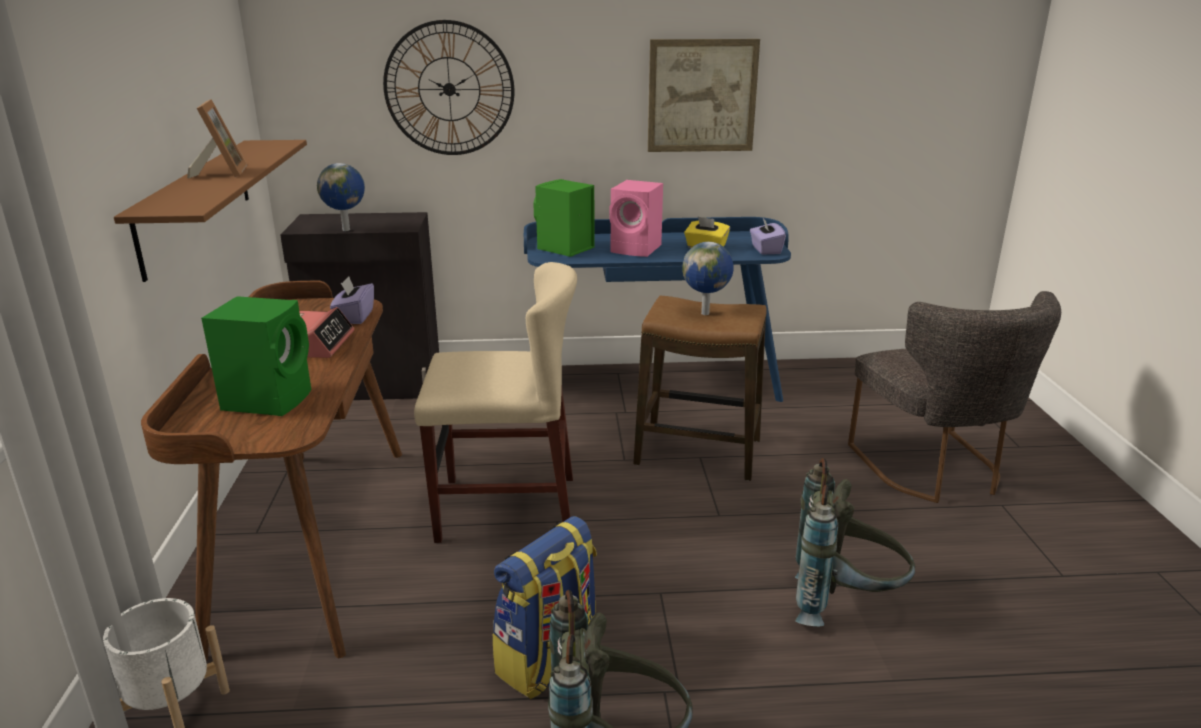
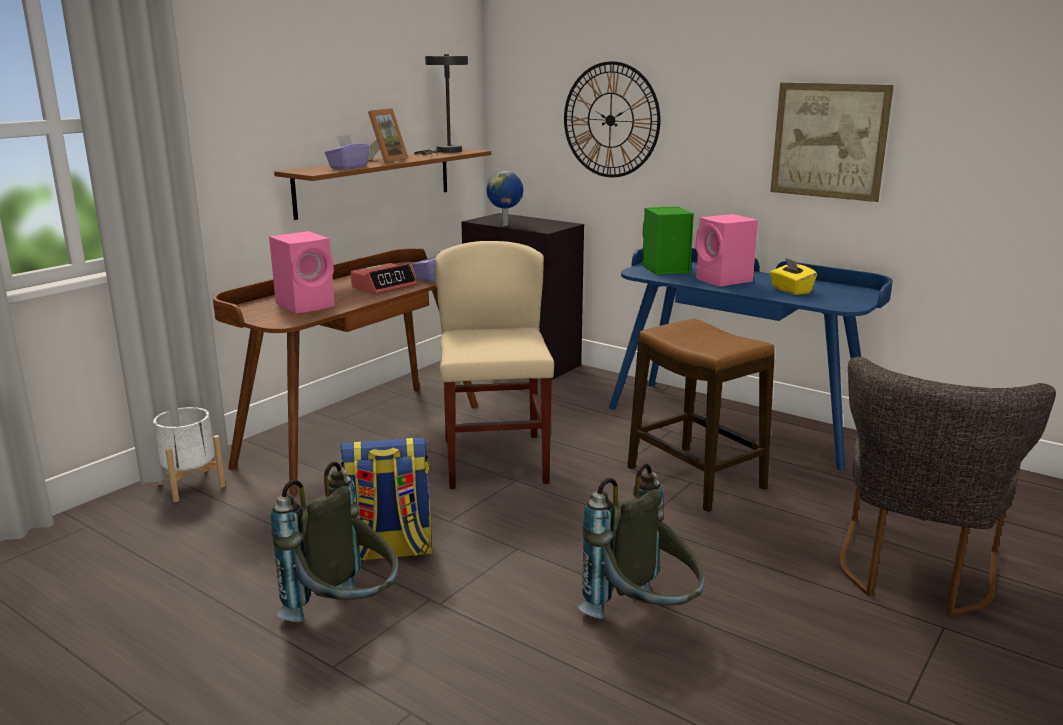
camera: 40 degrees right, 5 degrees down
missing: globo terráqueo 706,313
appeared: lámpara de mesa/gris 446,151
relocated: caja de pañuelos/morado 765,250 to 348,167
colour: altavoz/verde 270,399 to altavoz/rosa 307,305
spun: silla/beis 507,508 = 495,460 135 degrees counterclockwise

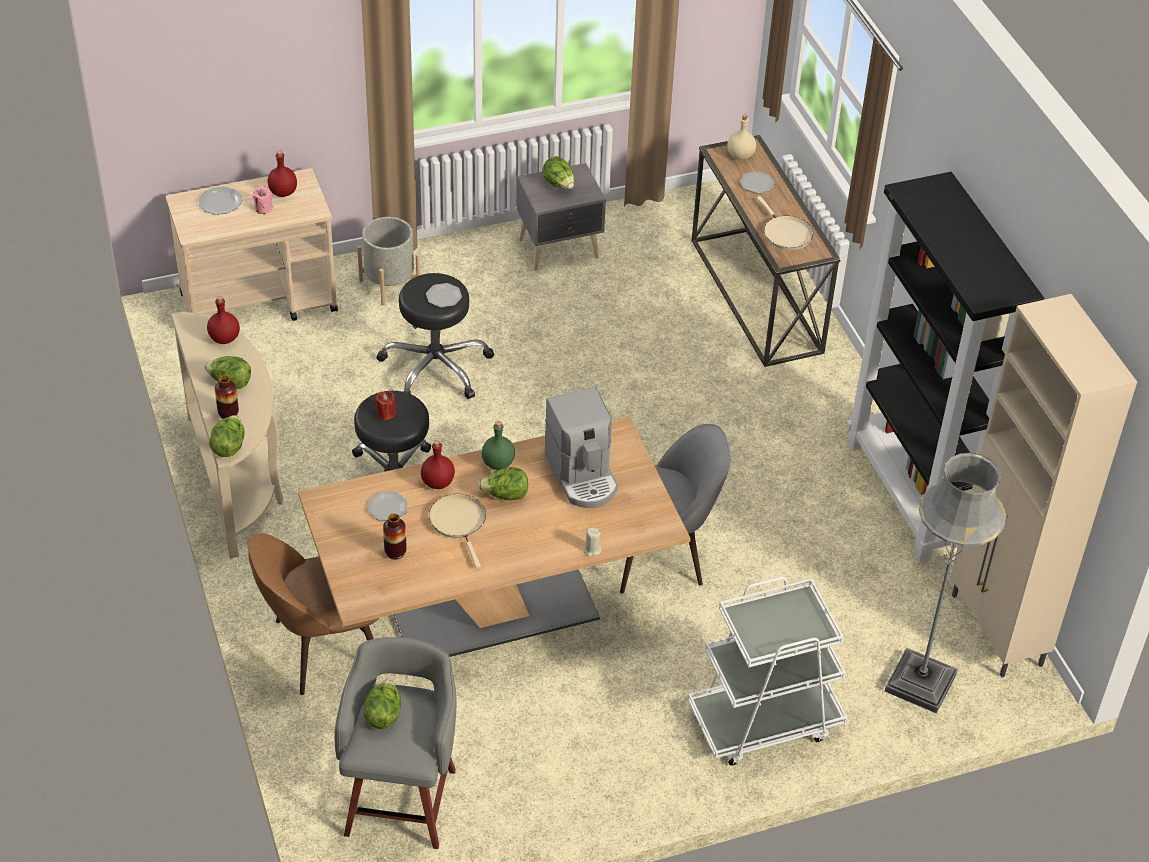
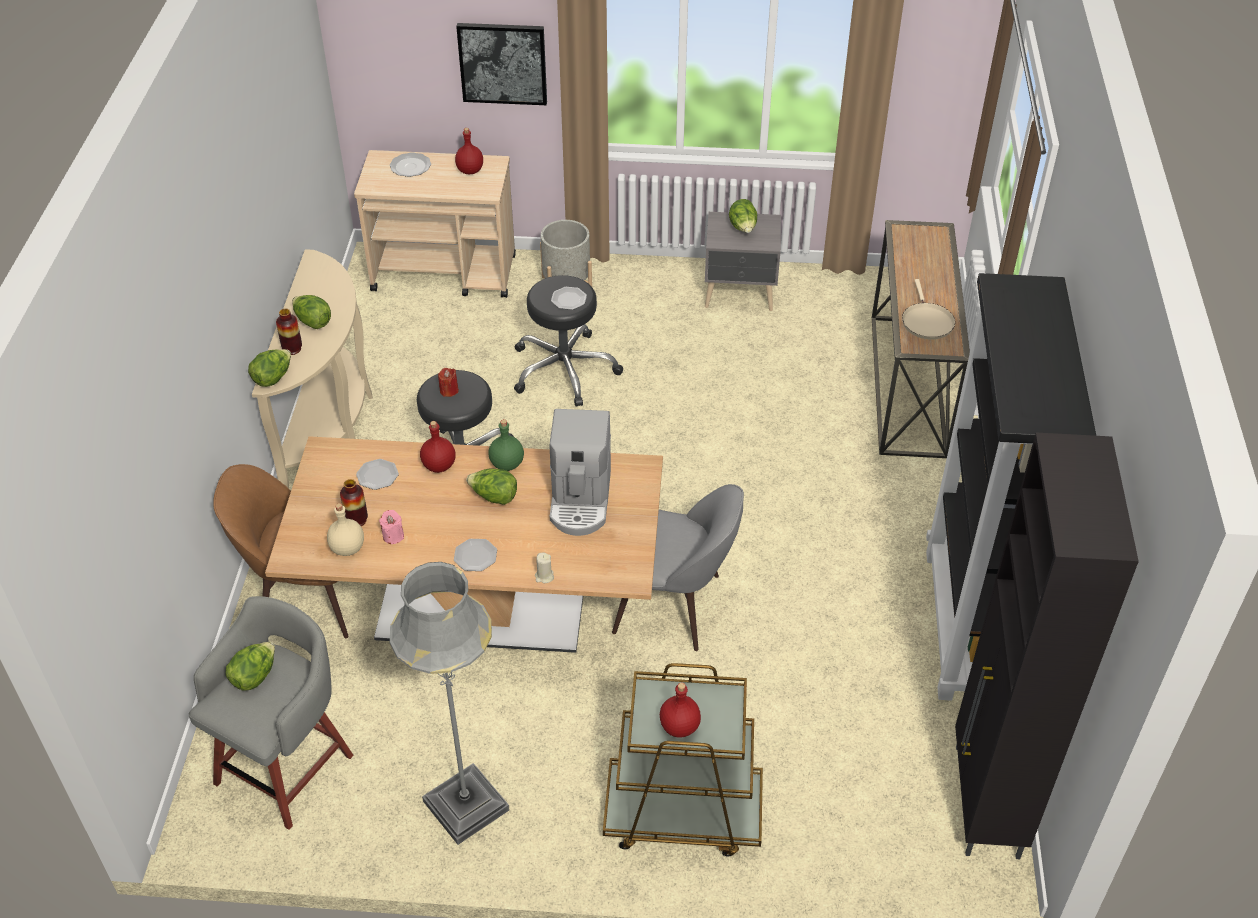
camera: 25 degrees right, 0 degrees up
missing: sartén/beis 459,522
appeared: cuadro 503,63
relocated: botella/rojo 224,339 to 679,727; vela/rosa 263,208 to 393,536; botella/beis 740,155 to 347,548; plato 757,184 to 475,556; lámpara de pie/gris 920,682 to 466,805
colour: carrito/blanco 764,721 to carrito/marrón 682,813; armario/beis 996,631 to armario/negro 985,803

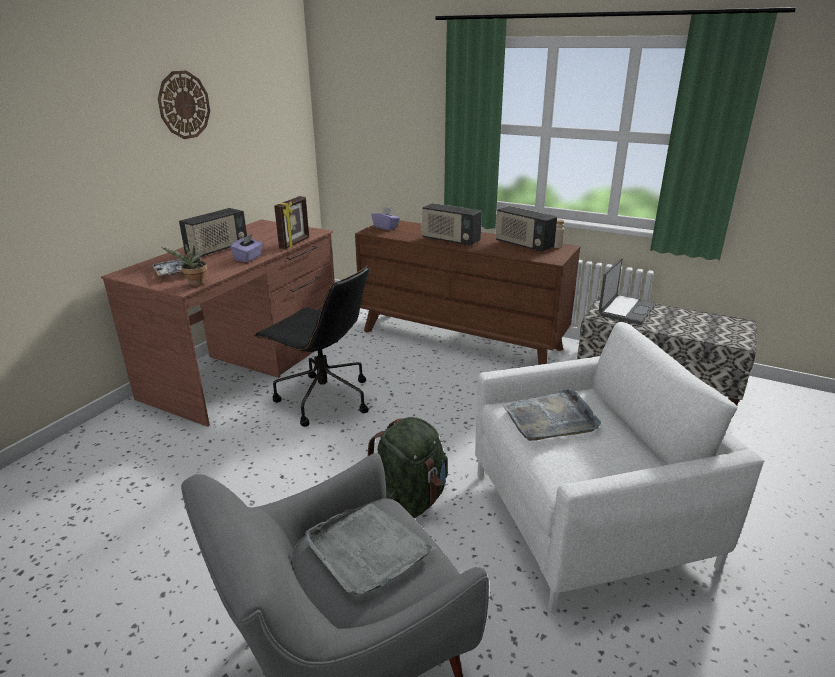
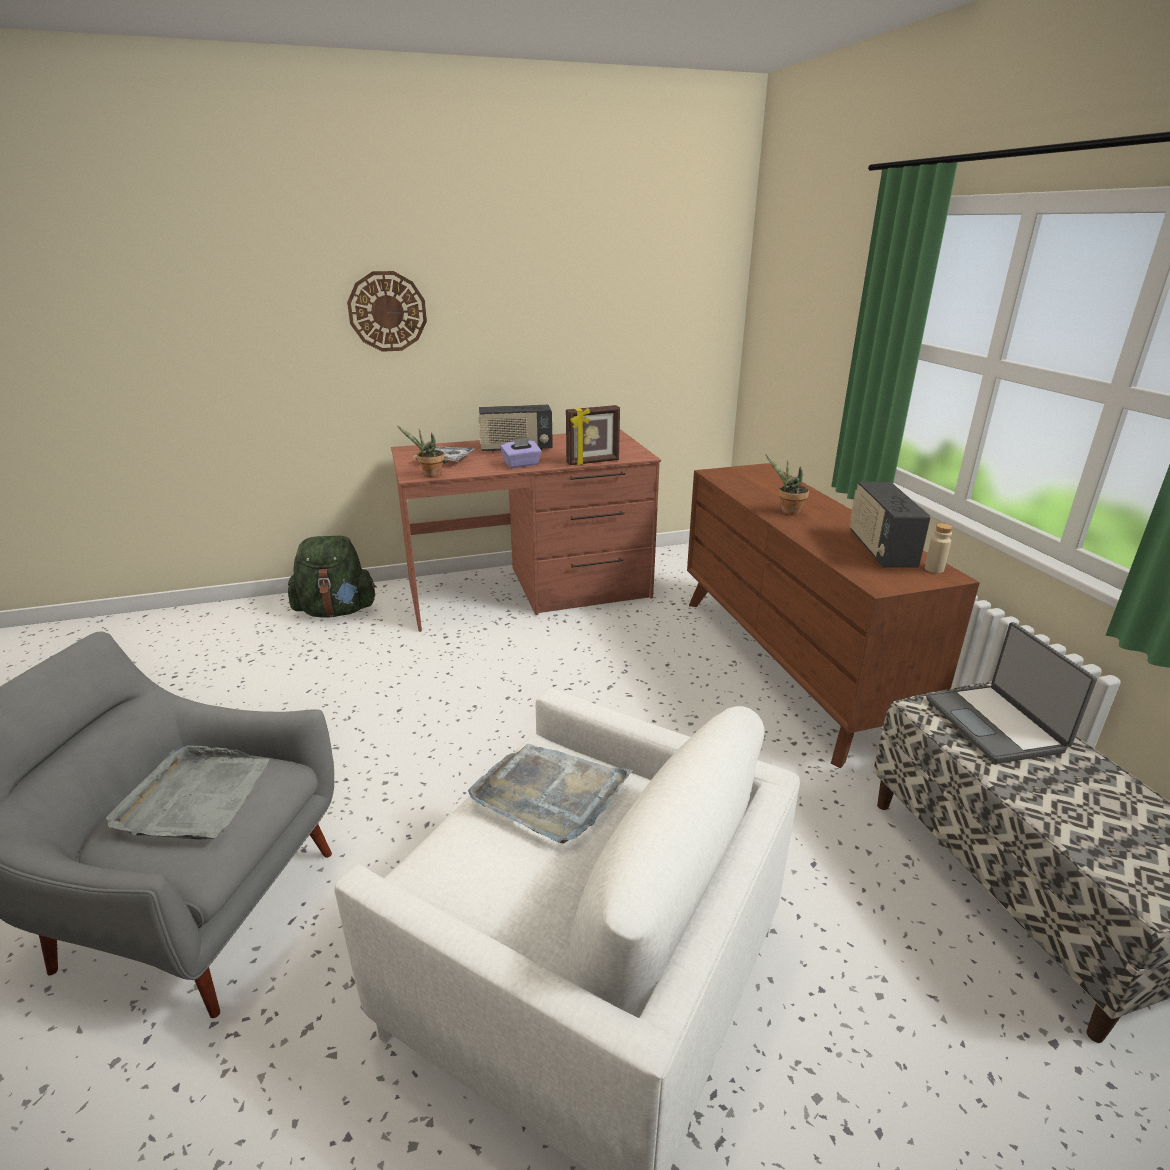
camera: 45 degrees right, 0 degrees up
missing: silla de oficina/negro 323,399; caja de pañuelos/morado 386,227
relocated: reloj de pared 184,105 to 387,311; mochila/verde 409,502 to 336,611
exchanged: radio 450,240 to planta en maceta 787,512
spun: portátil 625,310 = 995,724 90 degrees clockwise

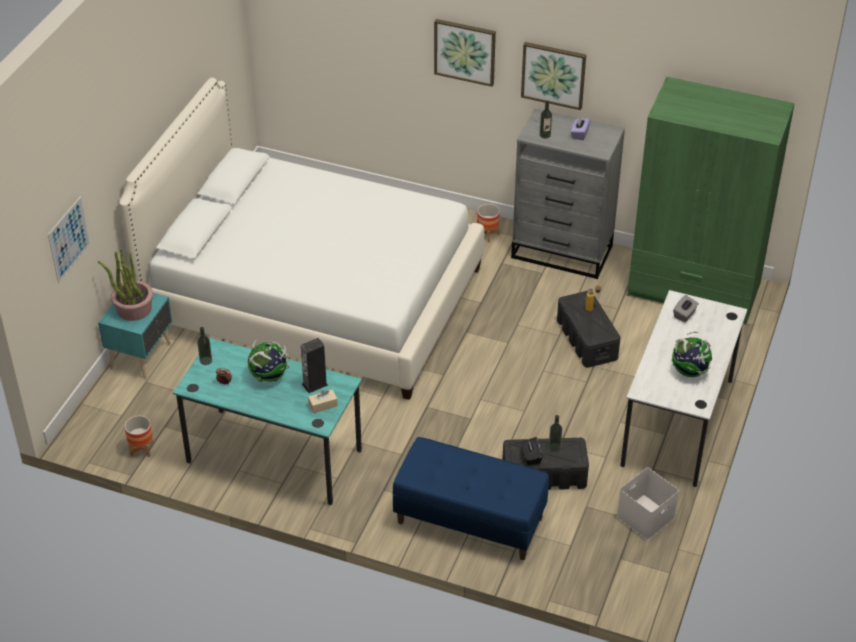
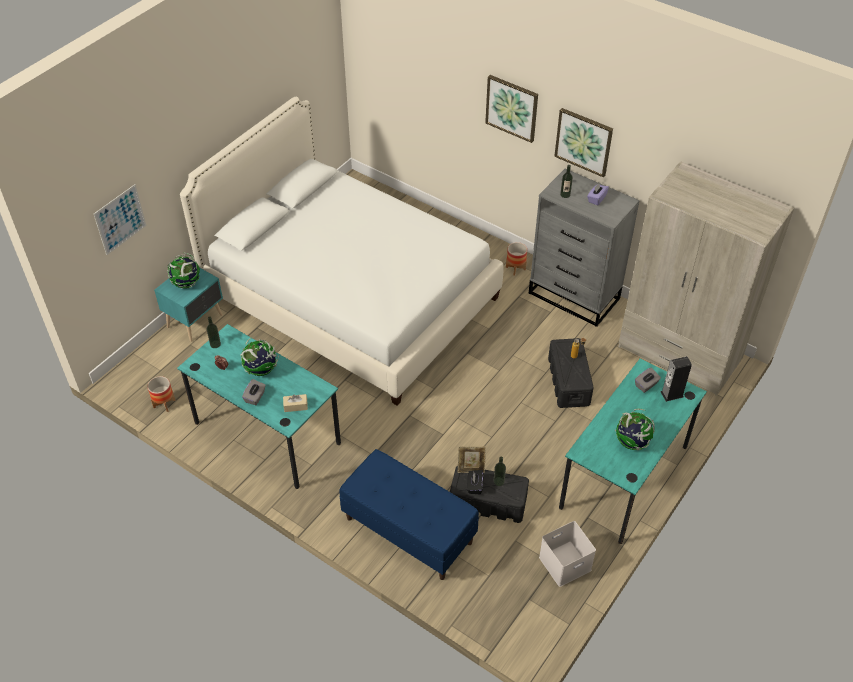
camera: 15 degrees right, 5 degrees up
appeared: caja de pañuelos/gris 255,397; portarretratos 471,468
relocated: altavoz 315,384 to 672,394
exchanged: planta en maceta 133,309 to globo terráqueo 186,283
colour: escritorio/blanco 677,422 to escritorio/turquesa 624,477; armario ropero/verde 694,290 to armario ropero/beis 679,353

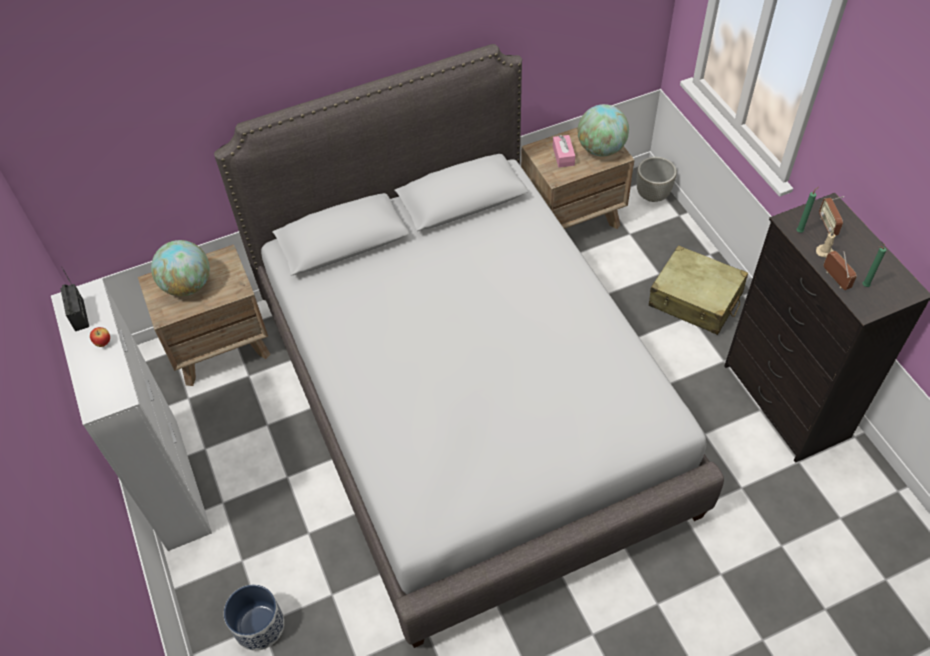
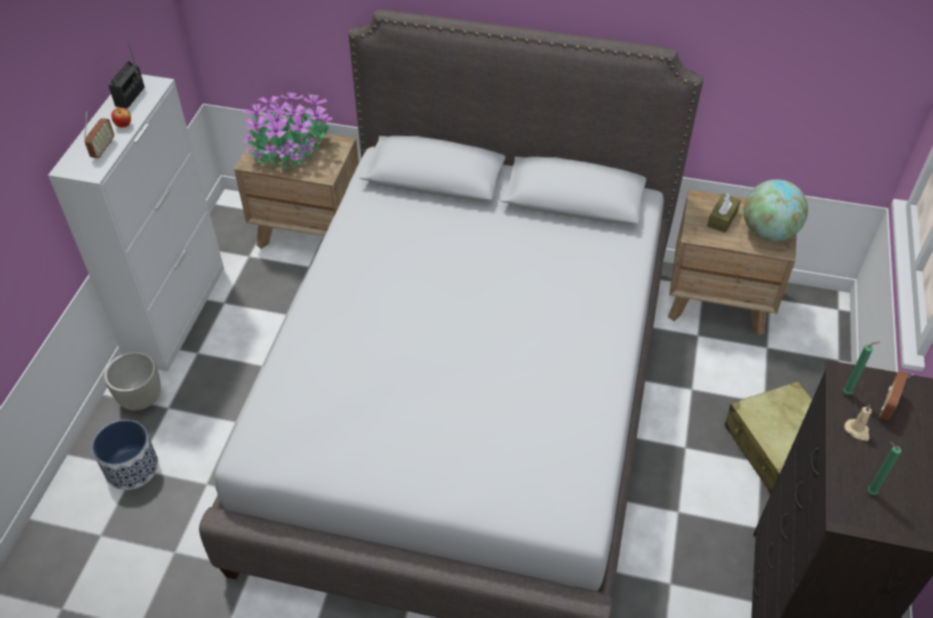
camera: 35 degrees right, 5 degrees down
relocated: maceta/gris 652,195 to 142,399; radio 835,279 to 103,149
exchanged: globo terráqueo 188,285 to planta en maceta 290,150
colour: caja de pañuelos/rosa 563,156 to caja de pañuelos/marrón 722,218

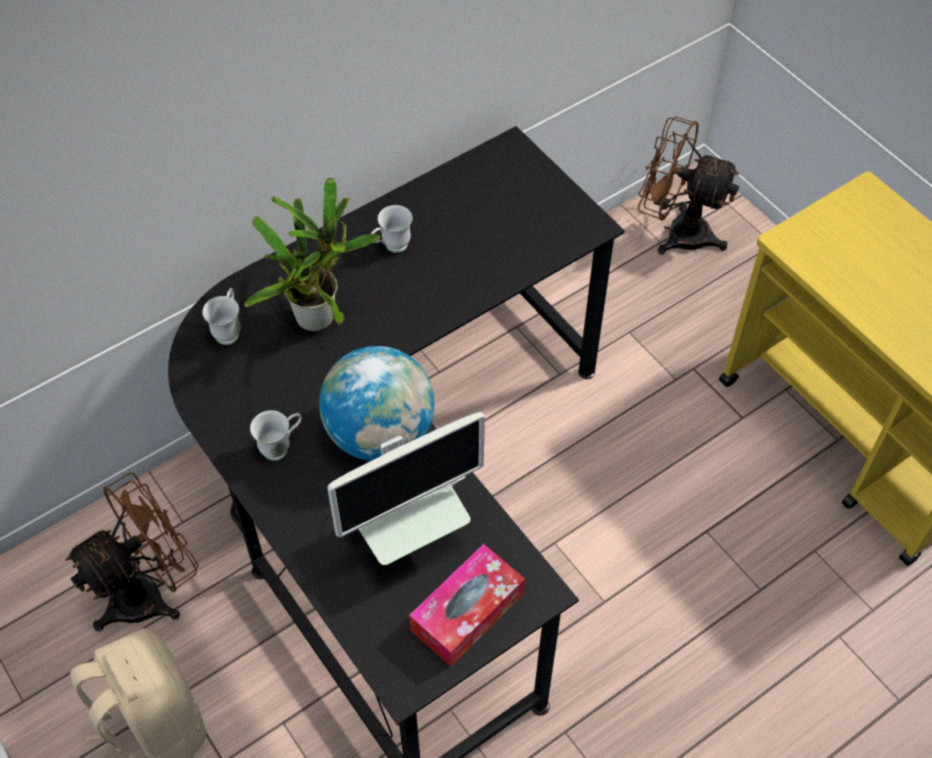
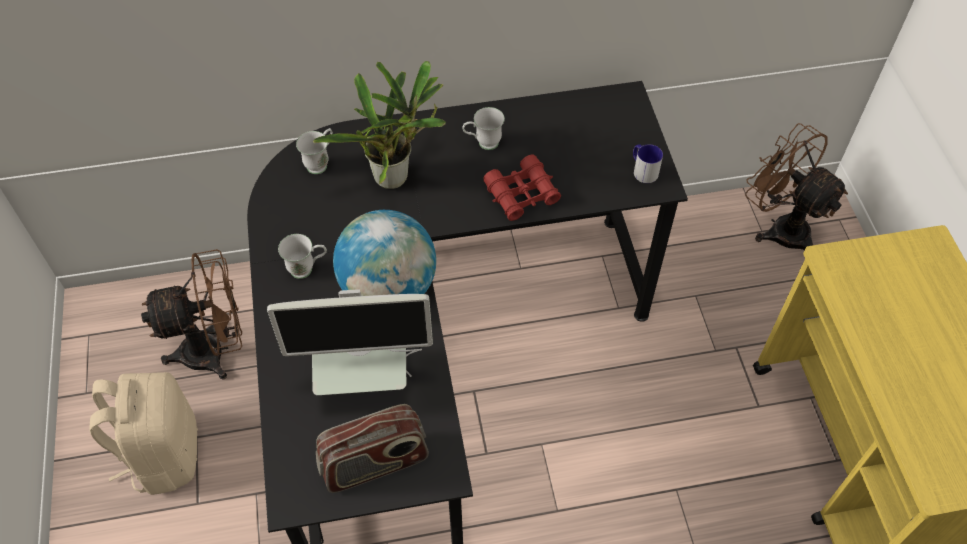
camera: 25 degrees right, 0 degrees up
appeared: prismáticos/rojo 522,194; taza grande 643,170
exchanged: caja de pañuelos 467,612 to radio 375,464

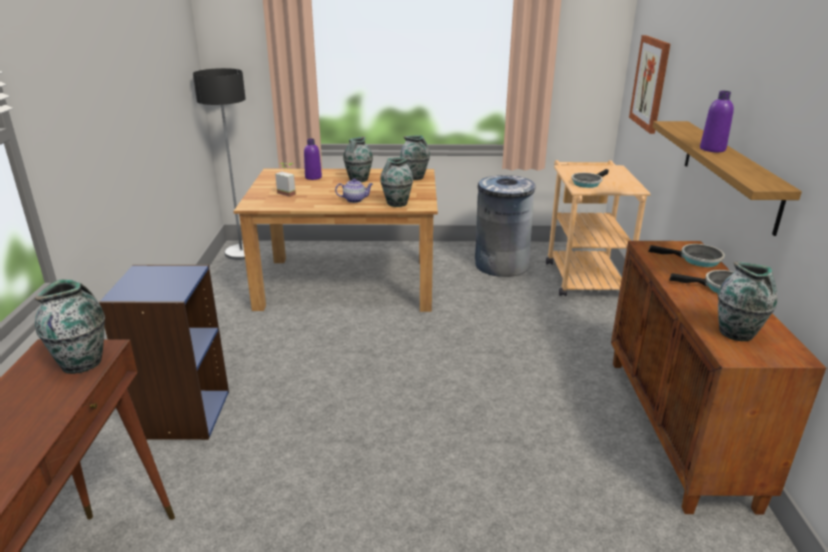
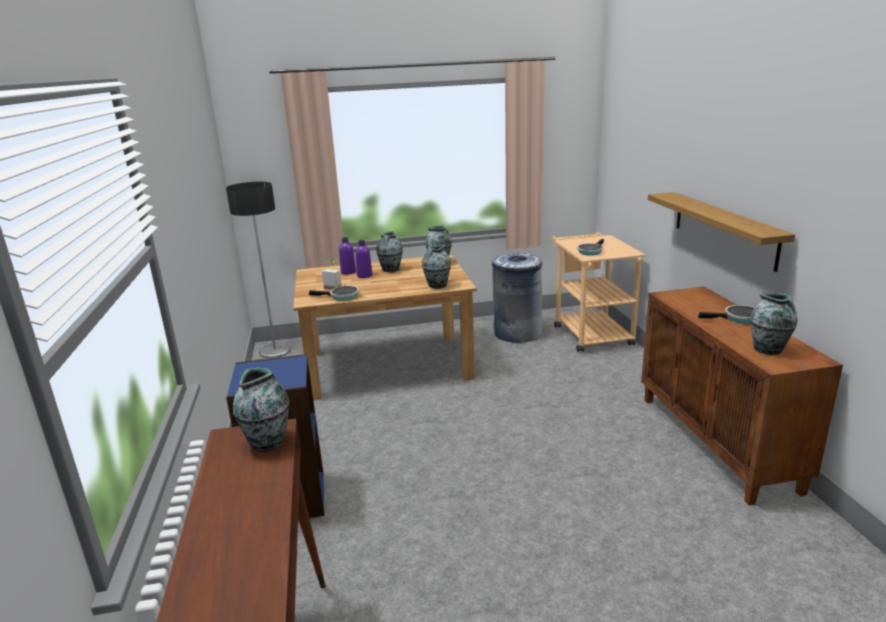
camera: 10 degrees left, 5 degrees down
missing: tetera 355,200; cuadro 650,83
relocated: sartén 696,259 to 342,296; botella/morado 712,149 to 364,276

